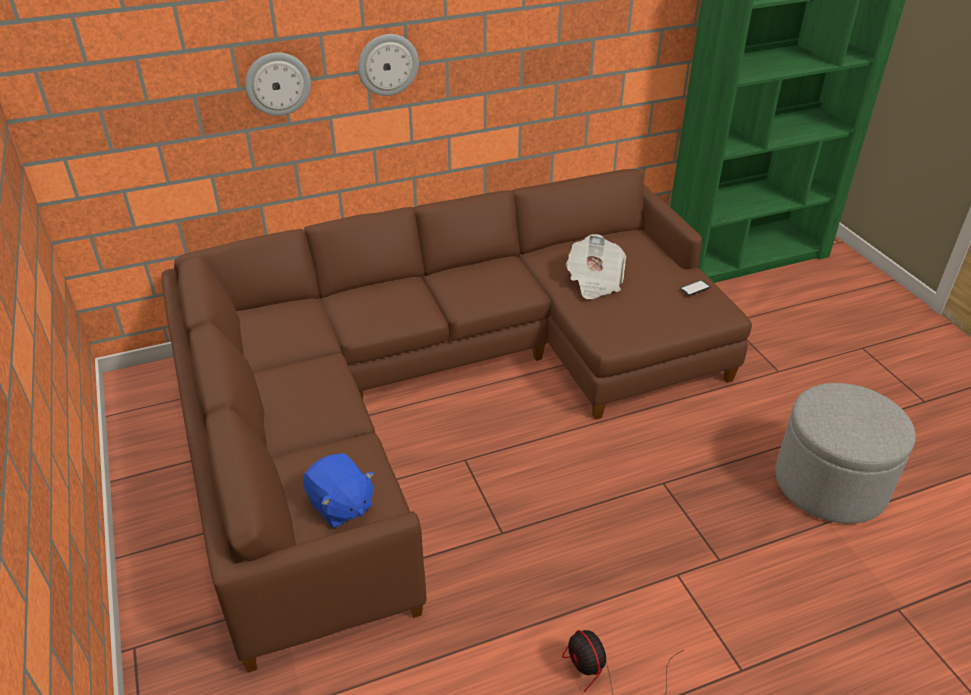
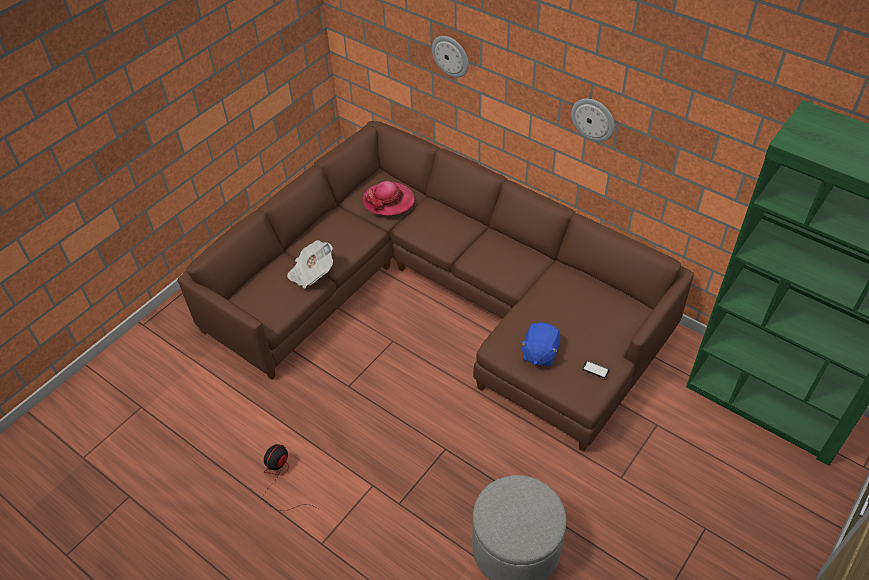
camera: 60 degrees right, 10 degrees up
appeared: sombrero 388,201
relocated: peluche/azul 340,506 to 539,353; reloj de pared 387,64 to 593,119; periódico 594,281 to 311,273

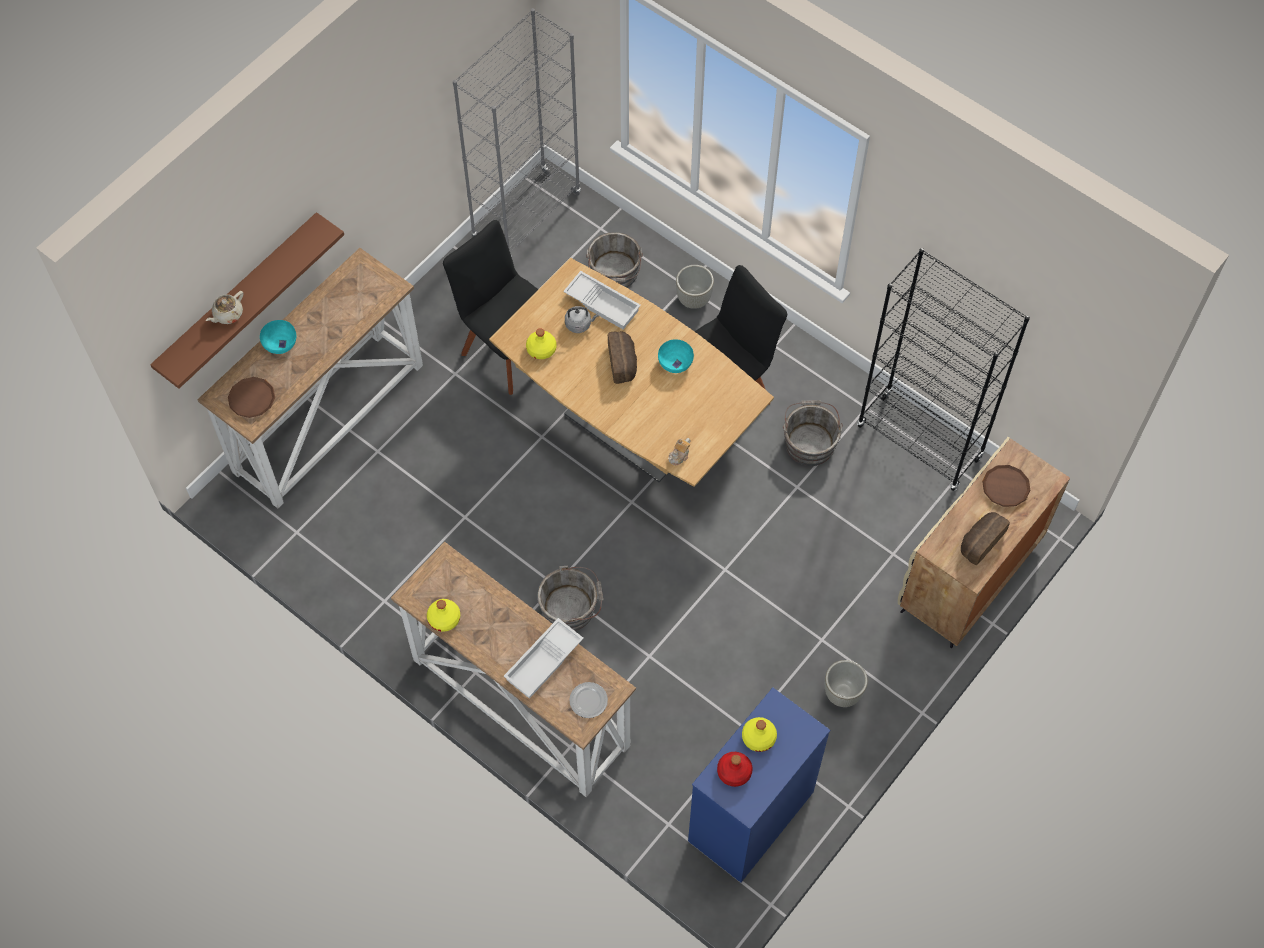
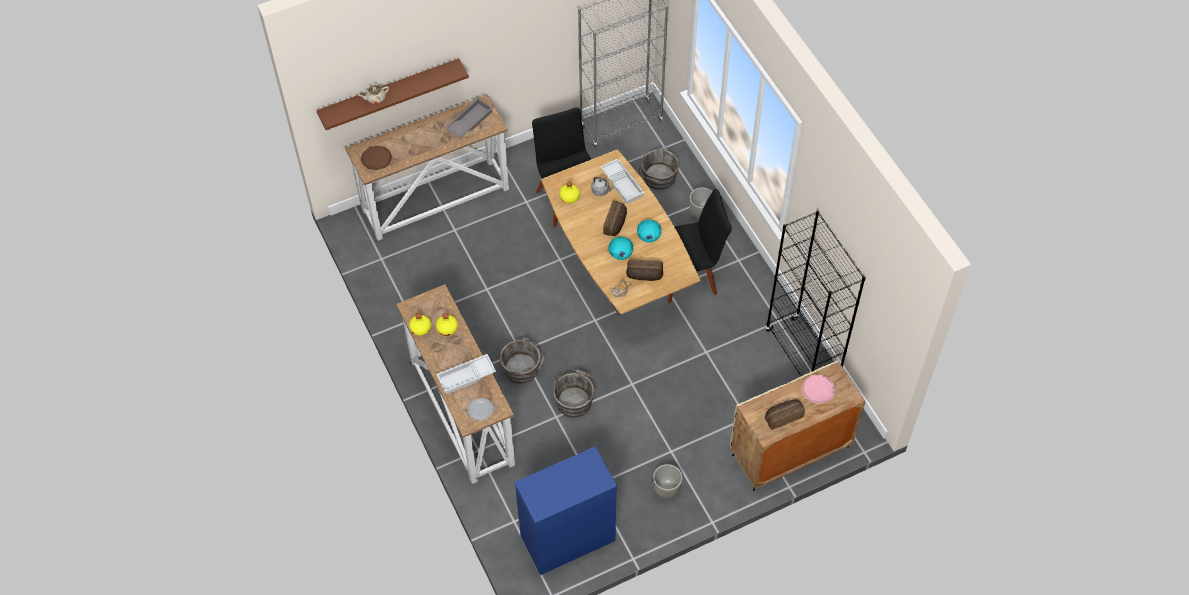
camera: 25 degrees right, 5 degrees down
missing: botella/rojo 734,772
appeared: bandeja/gris 469,121; pan 644,276
relocated: cuenco/turquesa 280,343 to 620,253; botella/amarillo 758,737 to 447,328; cubo/gris 809,441 to 574,399
colour: plato/marrón 1005,487 to plato/rosa 818,390

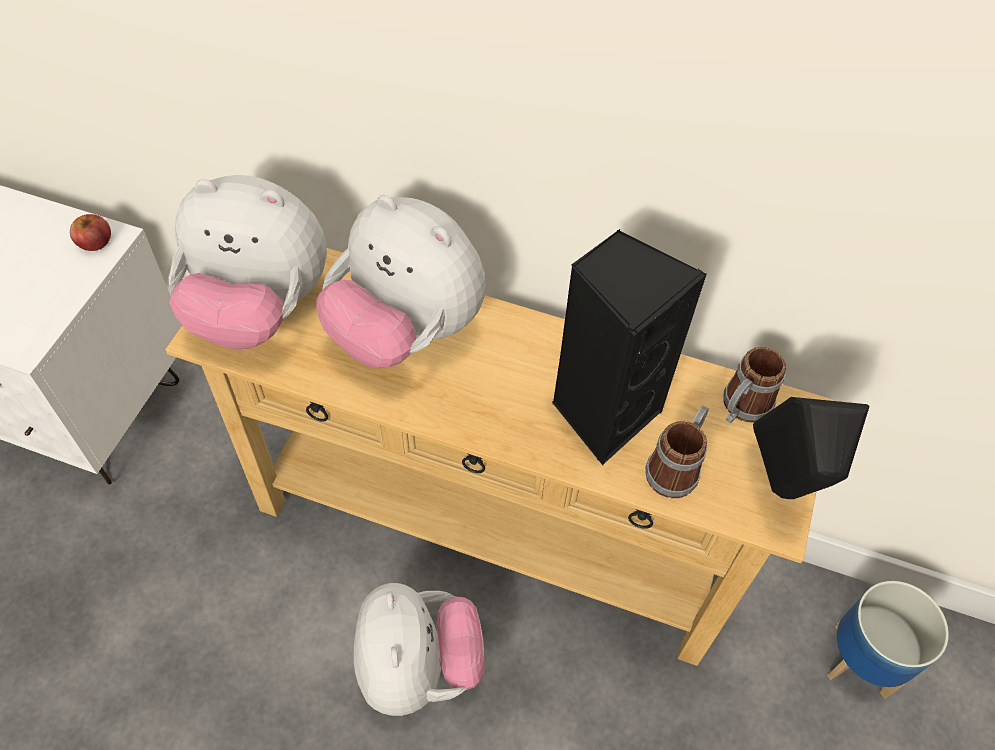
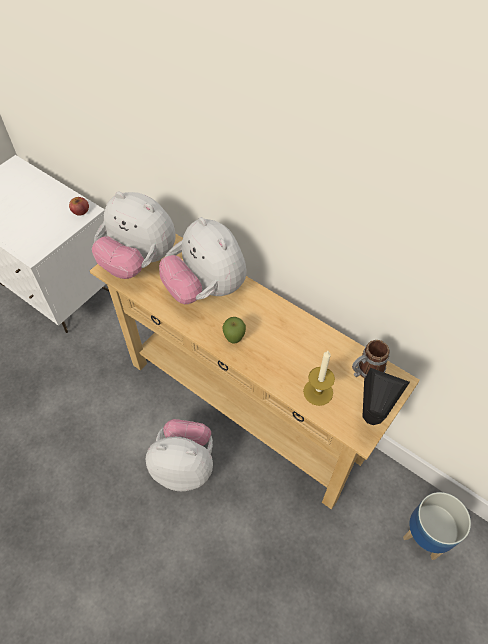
camera: 20 degrees right, 0 degrees up
missing: altavoz/negro 603,412
appeared: manzana 234,339
exchanged: taza grande 676,467 to vela 318,392
spun: peluche 418,667 = 184,465 90 degrees counterclockwise

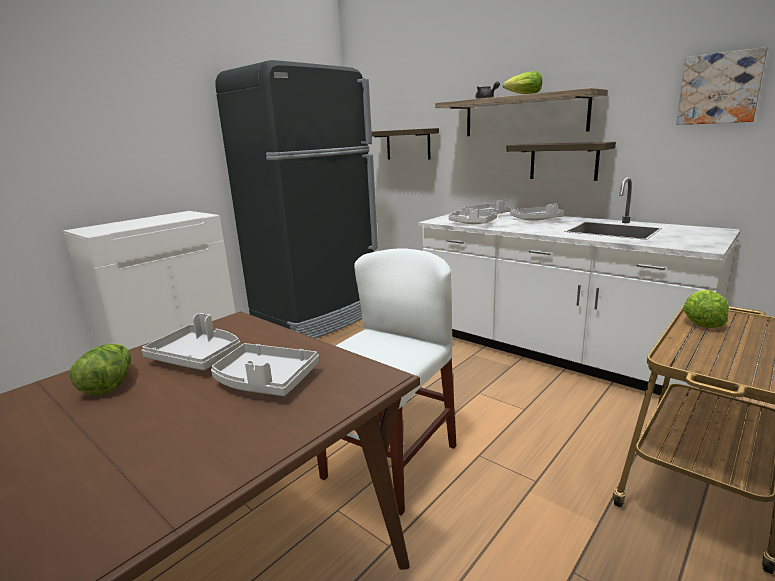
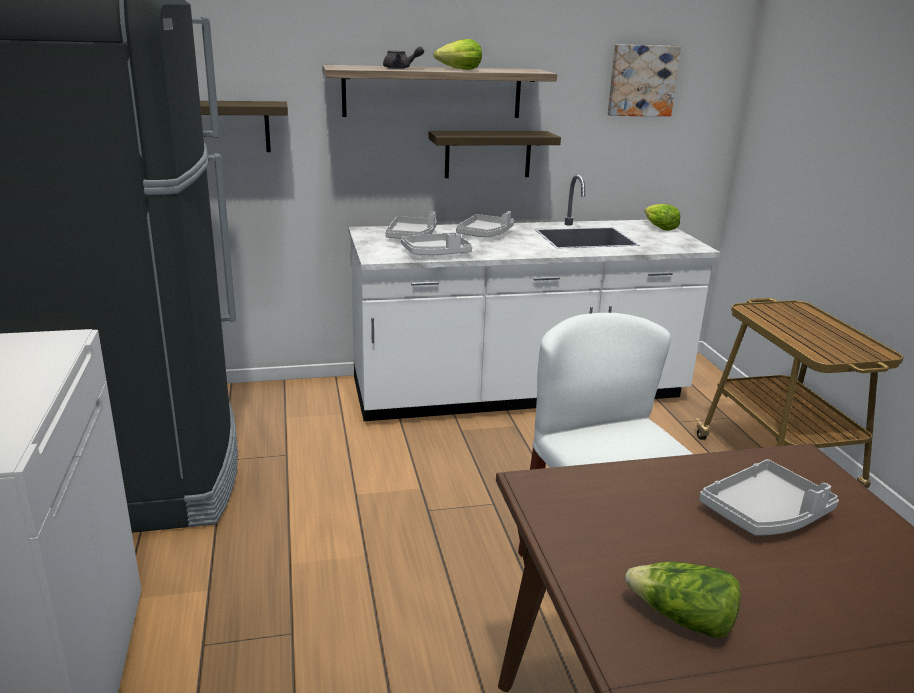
camera: 55 degrees left, 5 degrees up
missing: bandeja/gris 198,357
relocated: lechuga 701,321 to 659,228

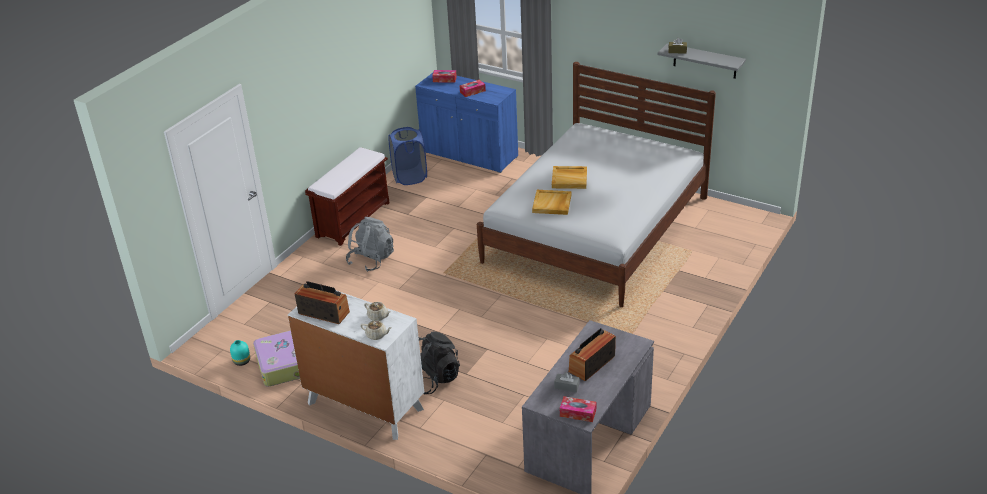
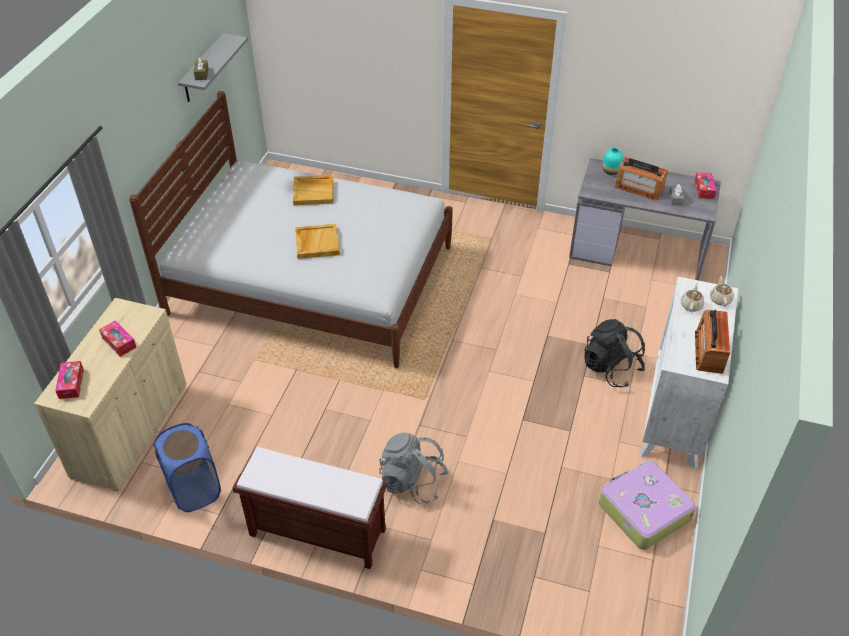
camera: 105 degrees left, 10 degrees up
relocated: florero/turquesa 242,361 to 610,171; bandeja/beis 552,204 to 314,192
colour: armario/azul 469,154 to armario/beis 130,430

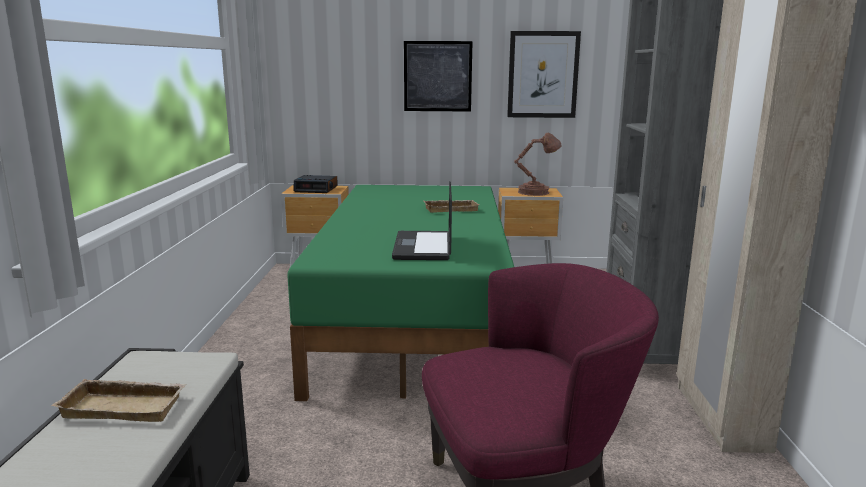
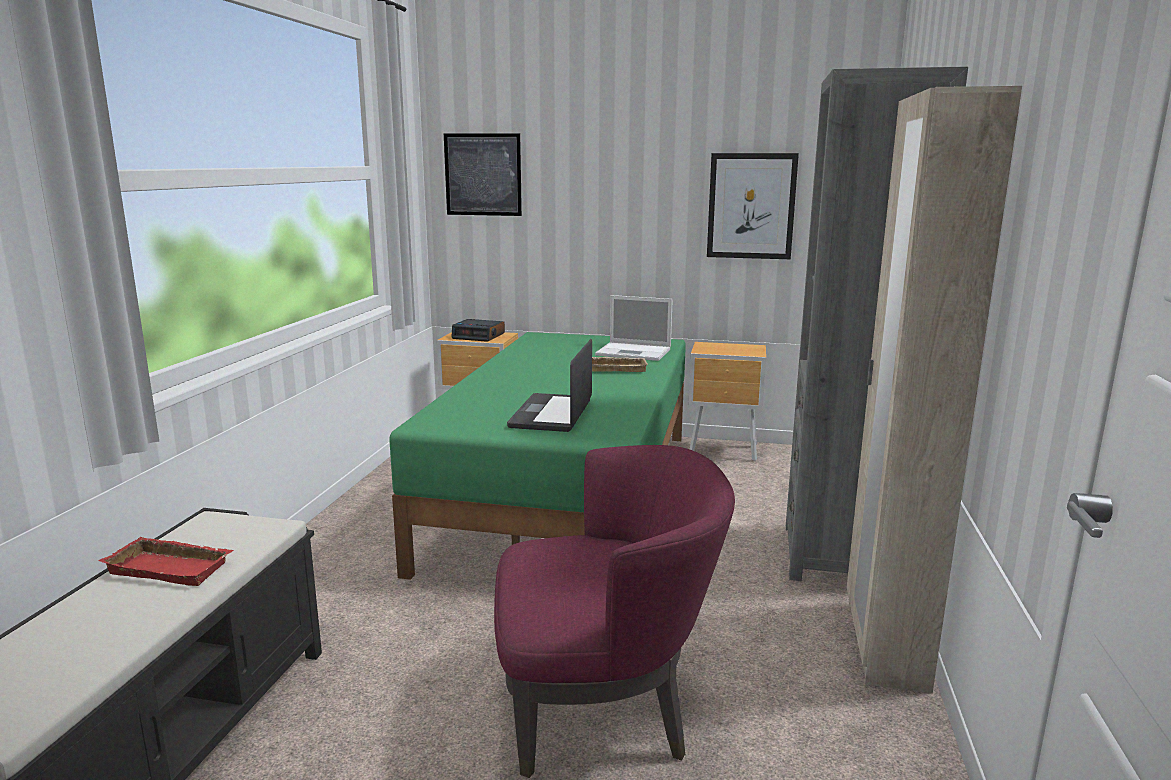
camera: 10 degrees right, 0 degrees up
missing: lámpara de mesa/marrón 536,192
appeared: portátil 635,352
relocated: cuadro 437,76 to 483,174
colour: bandeja/beis 126,406 to bandeja/rojo 173,567

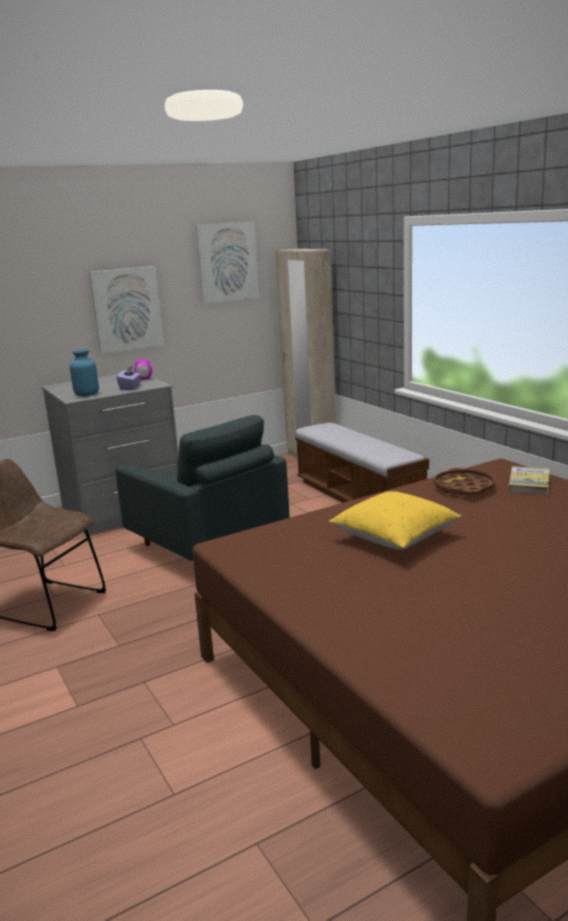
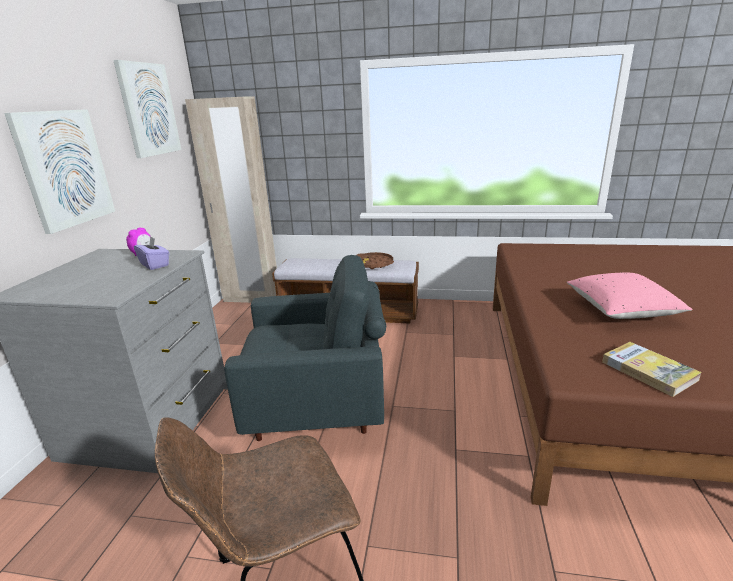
camera: 50 degrees left, 5 degrees up
missing: florero/azul 86,394
relocated: bandeja/marrón 463,488 to 374,264; libro 529,483 to 648,371
colour: cojín/amarillo 395,538 to cojín/rosa 621,310

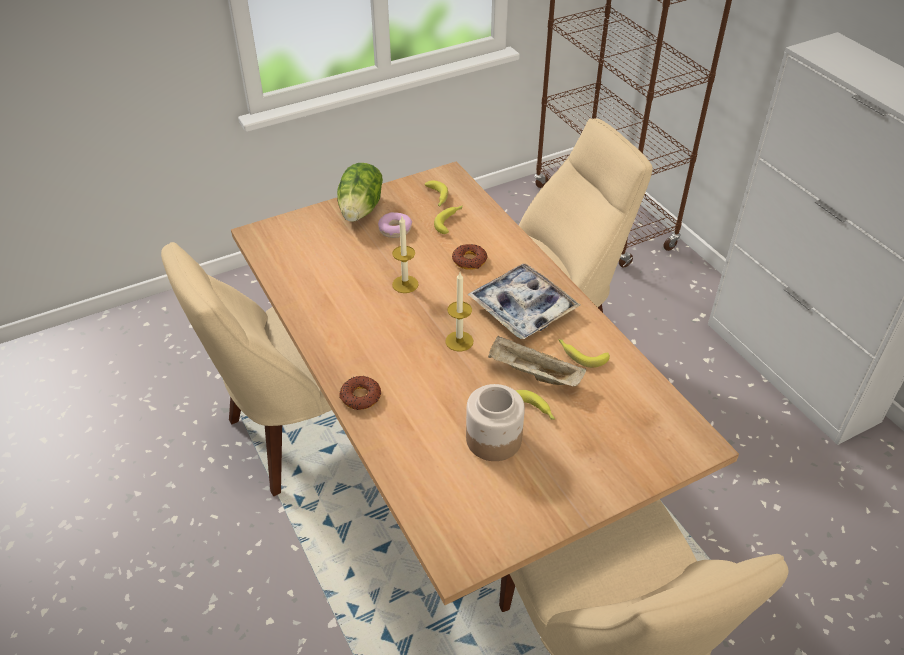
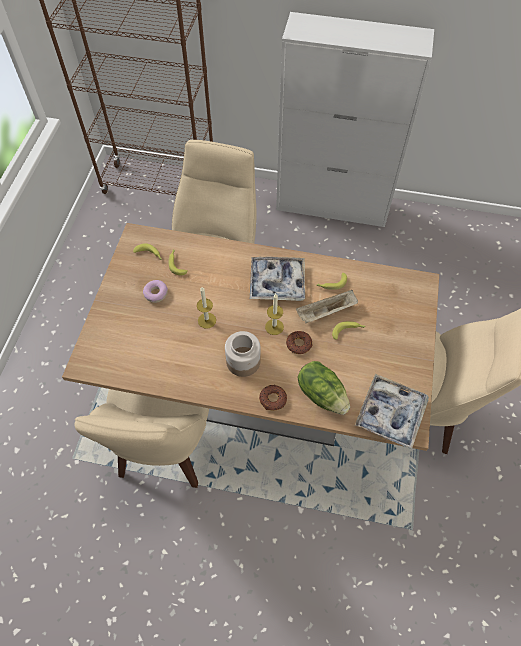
camera: 50 degrees left, 15 degrees up
appeared: bandeja 390,414
relocated: lechuga 361,209 to 322,394; rosquilla 469,260 to 299,344; tarro 493,440 to 243,362

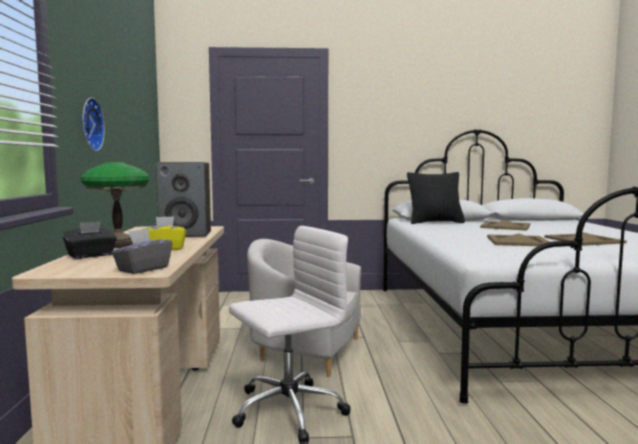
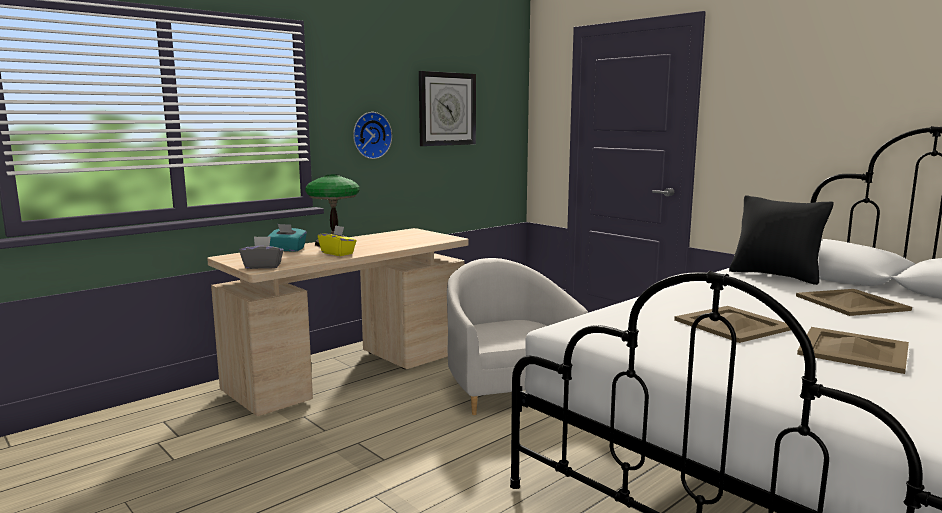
camera: 50 degrees right, 5 degrees up
missing: altavoz 186,234; silla de oficina/blanco 286,411
appeared: reloj de pared 447,109
colour: caja de pañuelos/negro 91,255 to caja de pañuelos/turquesa 287,249

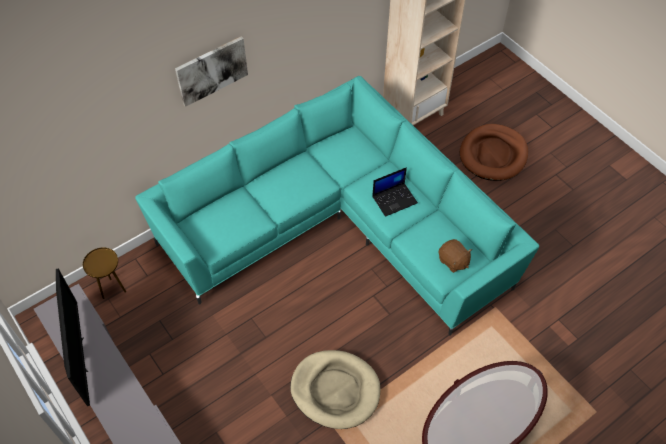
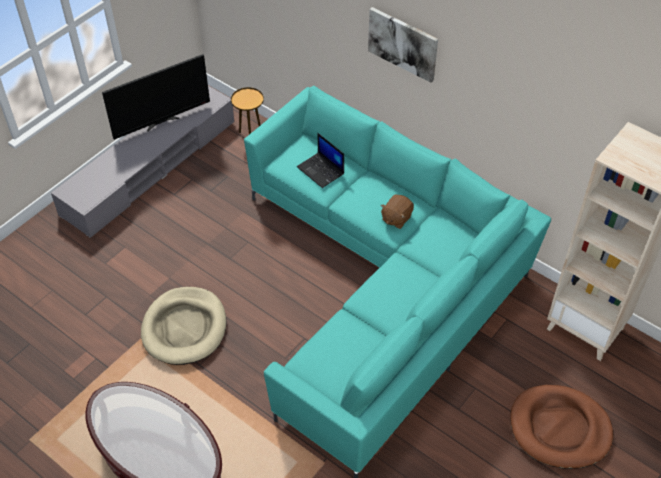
camera: 75 degrees right, 5 degrees down
relocated: portátil 394,199 to 321,170; peluche/marrón 453,261 to 396,218

